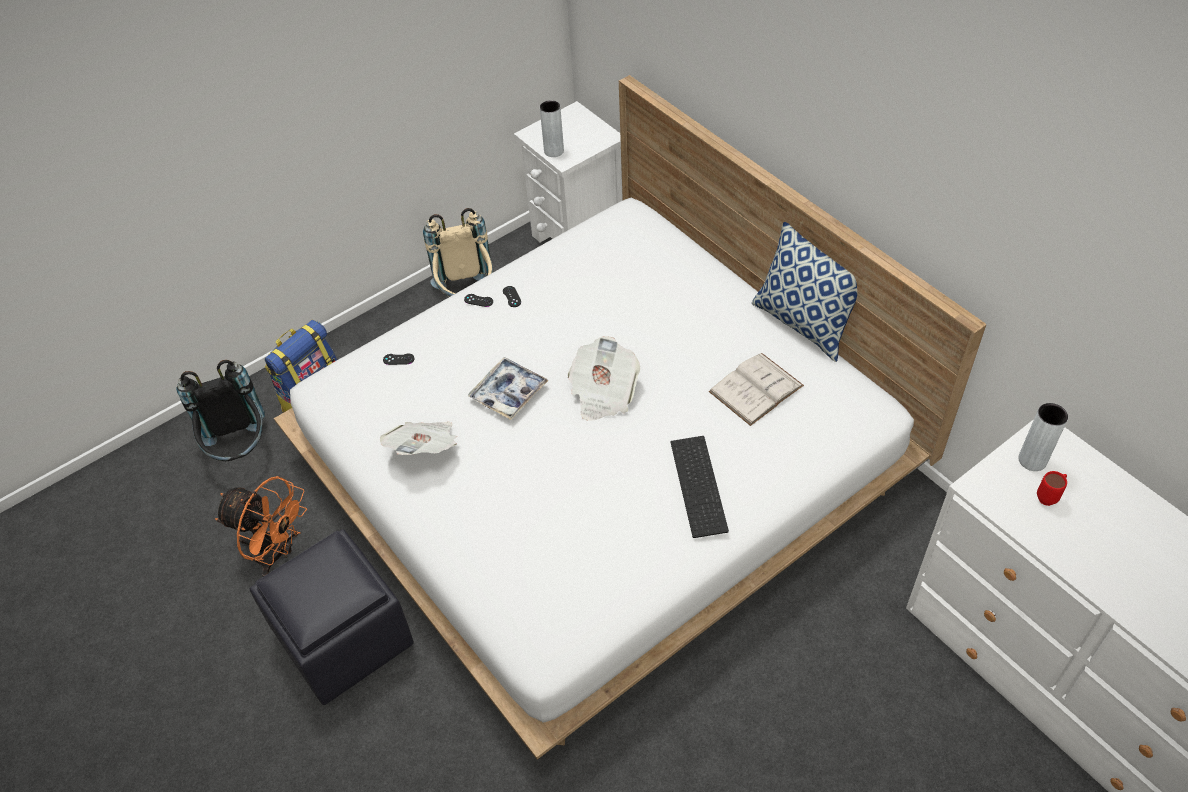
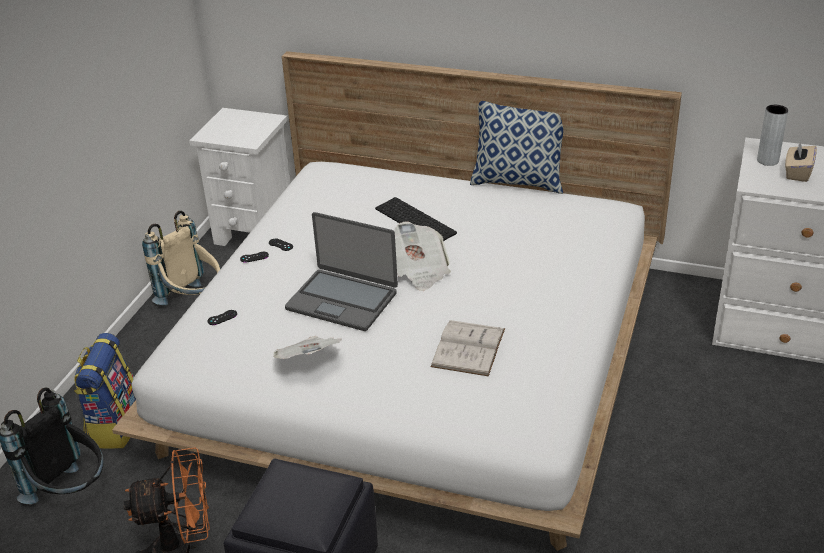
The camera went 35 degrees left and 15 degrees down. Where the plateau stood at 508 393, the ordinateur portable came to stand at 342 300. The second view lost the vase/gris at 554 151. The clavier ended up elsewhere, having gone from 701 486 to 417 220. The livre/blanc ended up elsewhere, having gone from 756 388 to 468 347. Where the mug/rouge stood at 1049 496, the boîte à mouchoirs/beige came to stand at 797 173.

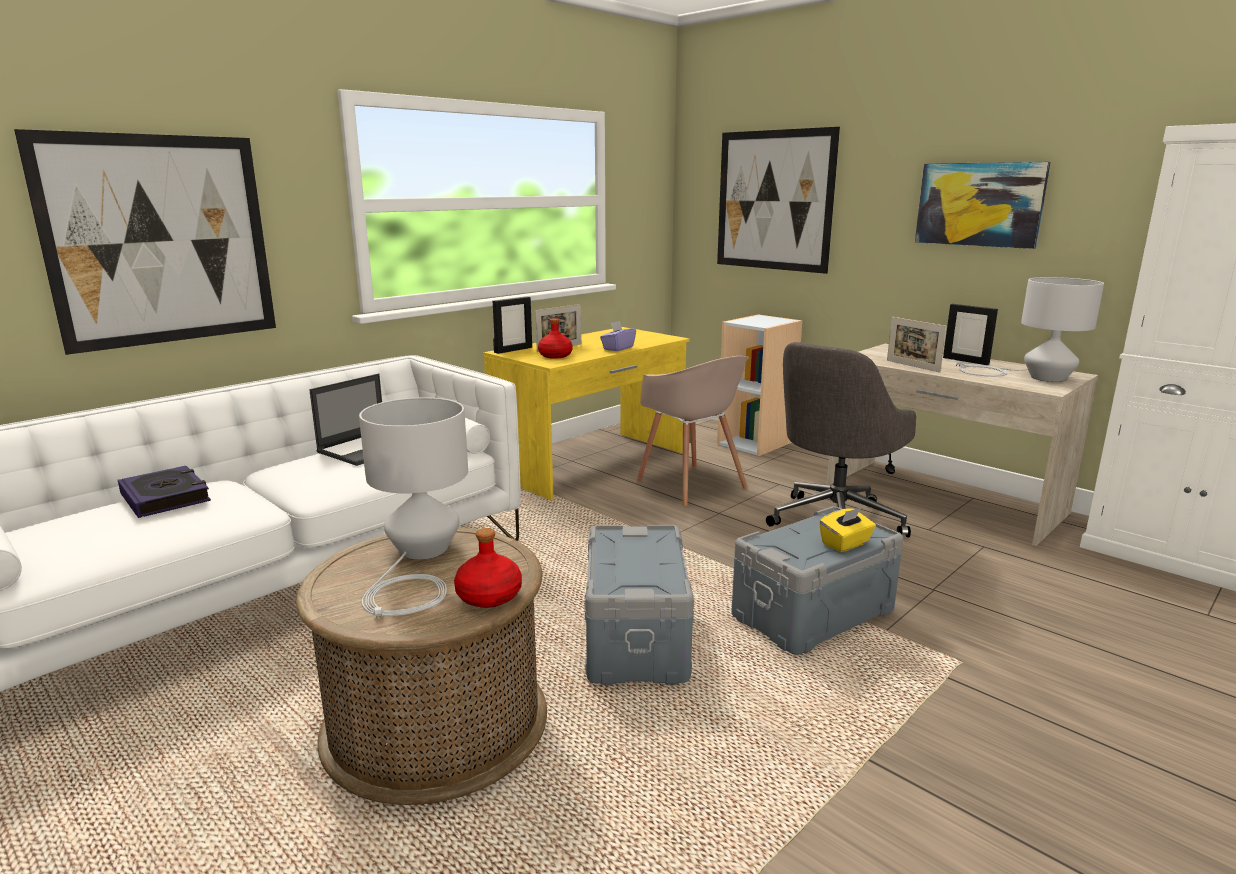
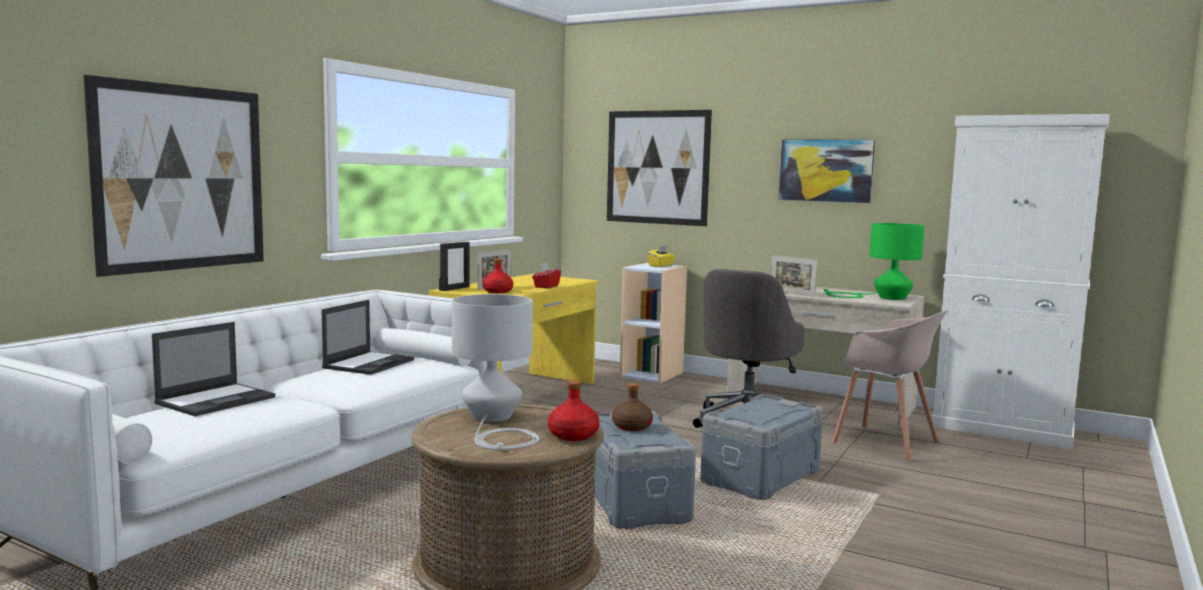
The camera went 15 degrees left and 10 degrees down. Where the livre stood at 165 497, the ordinateur portable came to stand at 217 400. What was the boîte à mouchoirs/violet at 618 348 turned into the boîte à mouchoirs/rouge at 546 286. The chaise/beige ended up elsewhere, having gone from 691 485 to 886 443. The boîte à mouchoirs/jaune ended up elsewhere, having gone from 846 543 to 661 266. The second view lost the cadre photo at 966 360. What was the lampe de table/gris at 1021 375 turned into the lampe de table/vert at 873 297. The second view gained the bouteille/marron at 631 427.

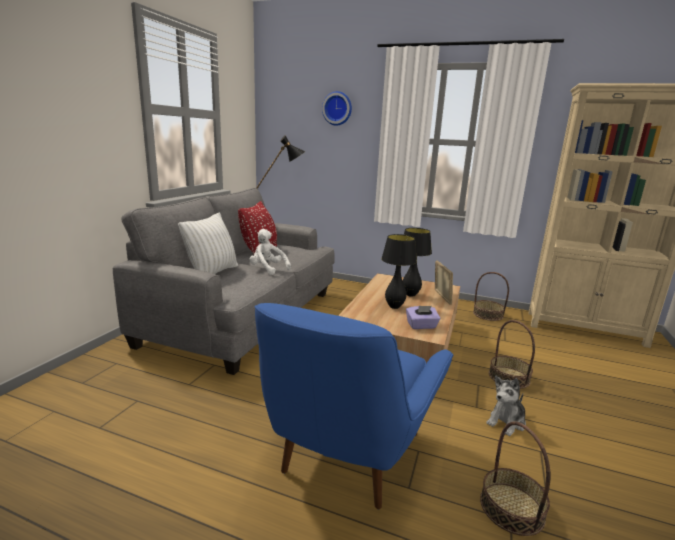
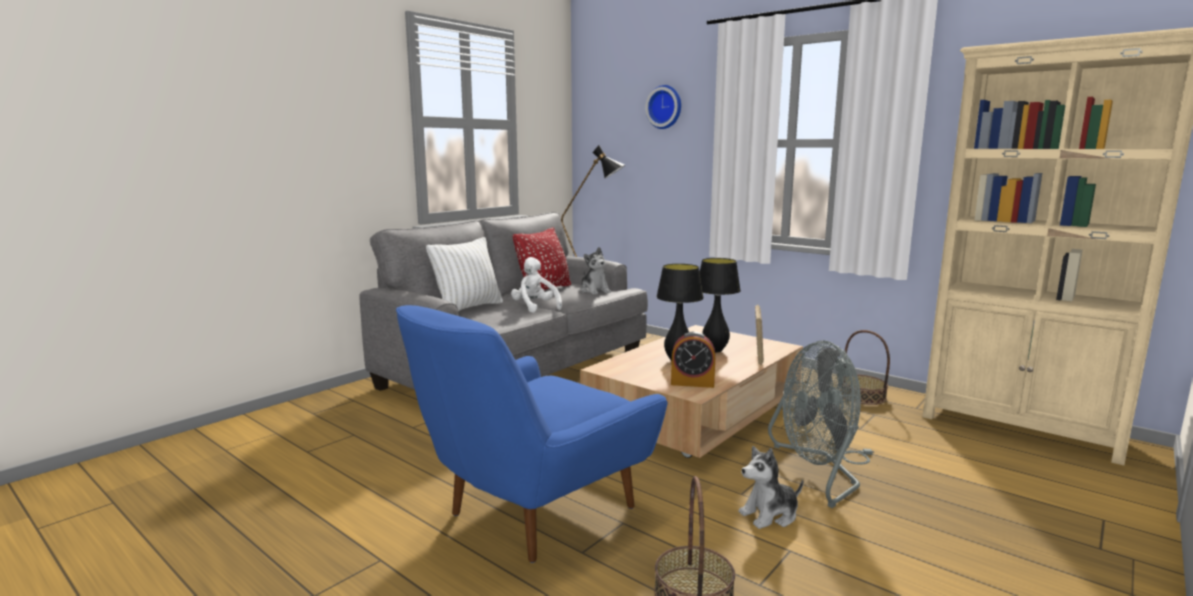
The camera went 20 degrees right and 5 degrees down. Where the boîte à mouchoirs/violet stood at 421 326, the réveil came to stand at 692 383. Where the panier stood at 509 377, the ventilateur/gris came to stand at 822 470. The second view gained the peluche at 594 291.

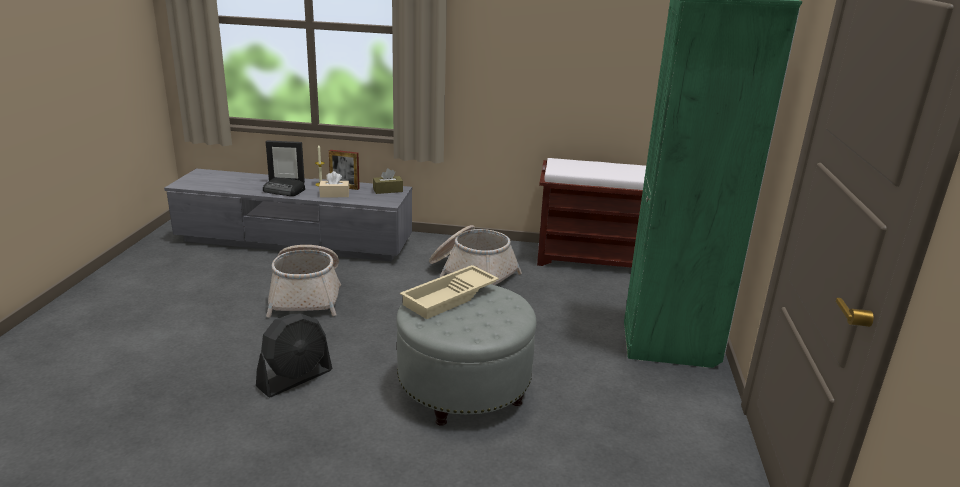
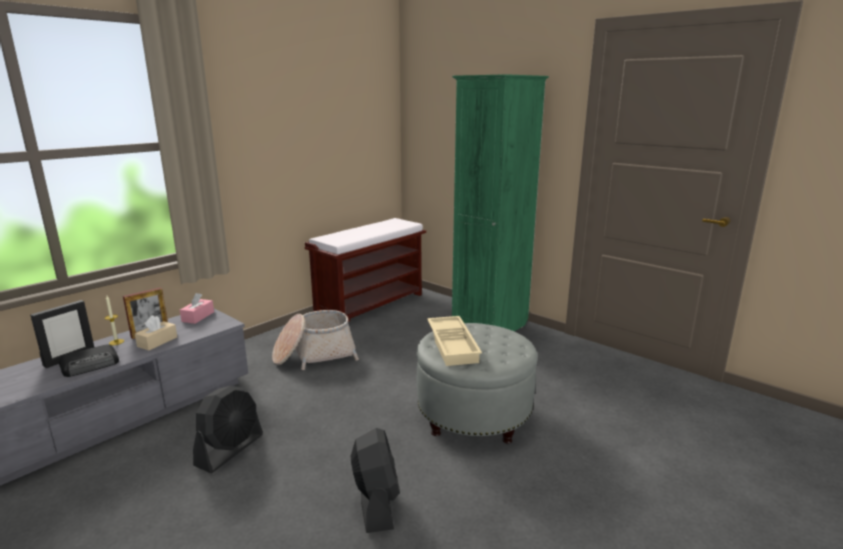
The camera went 55 degrees left and 5 degrees down. Where the panier stood at 307 295, the ventilateur/noir came to stand at 230 450. What was the boîte à mouchoirs/marron at 388 190 turned into the boîte à mouchoirs/rose at 198 317.

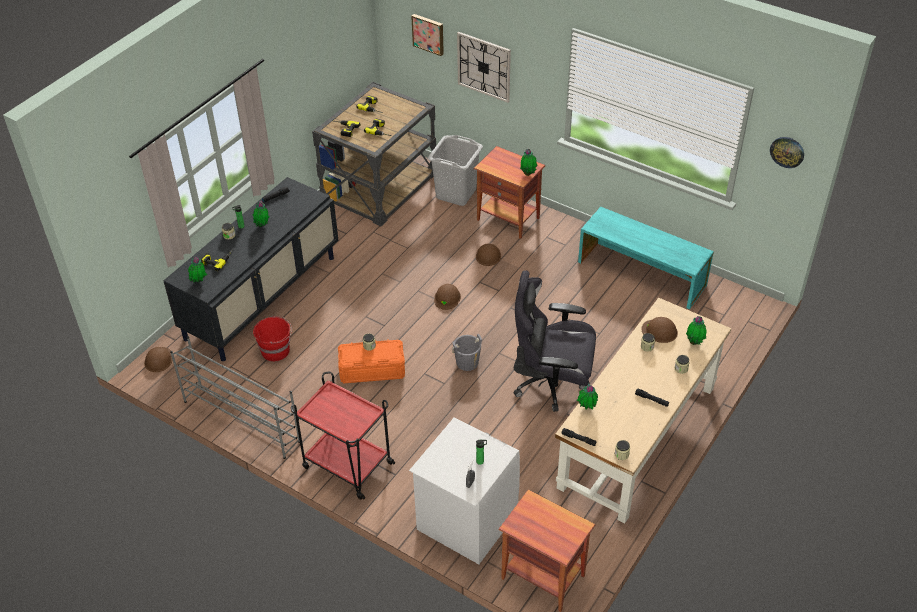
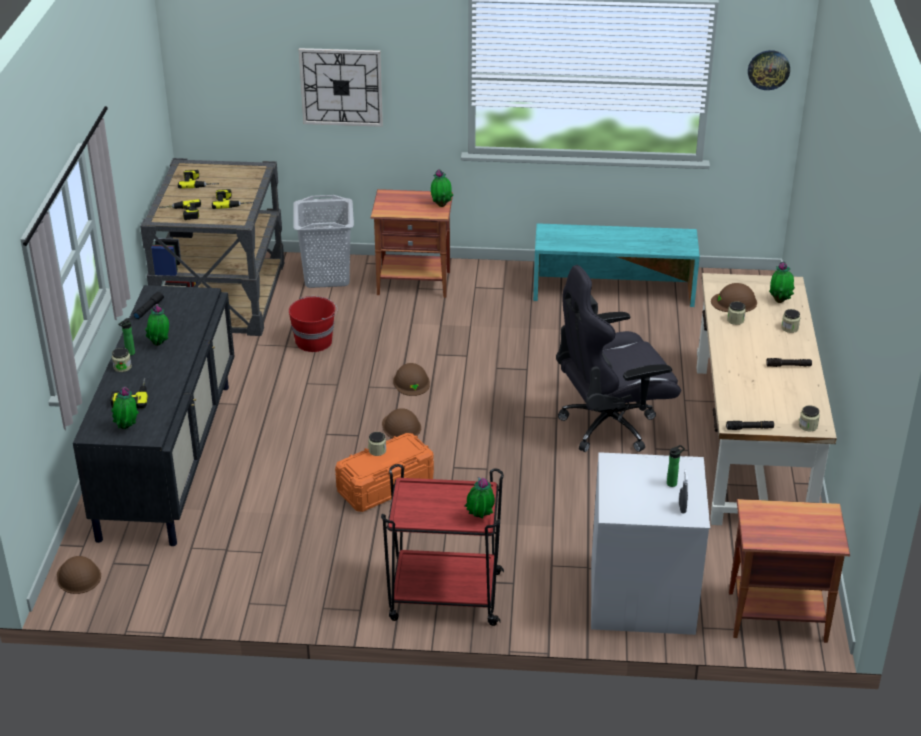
The camera went 30 degrees left and 10 degrees down. The second view lost the étagère à chaussures/gris at 241 421. The seau/rouge ended up elsewhere, having gone from 276 350 to 314 341. The second view lost the tableau at 428 34. The second view lost the seau/gris at 467 362. The casque de chantier/marron ended up elsewhere, having gone from 488 255 to 401 426. The plante en pot ended up elsewhere, having gone from 586 408 to 480 518.

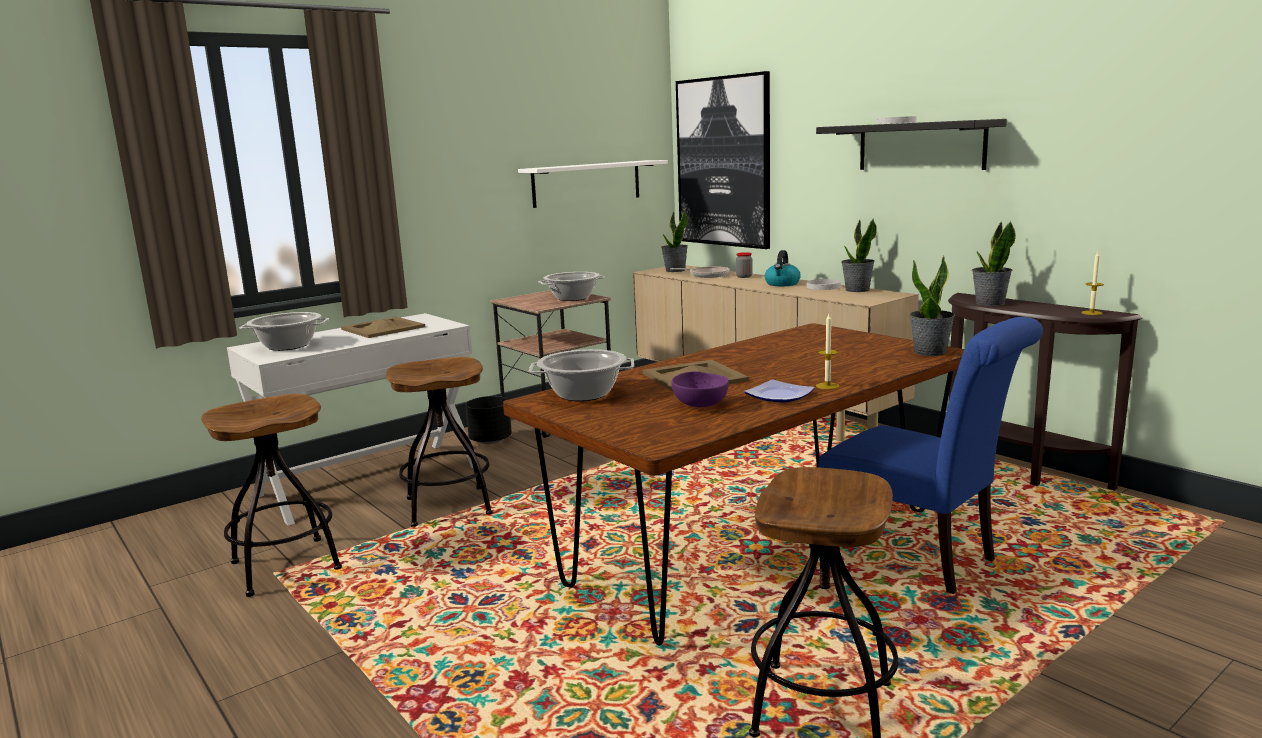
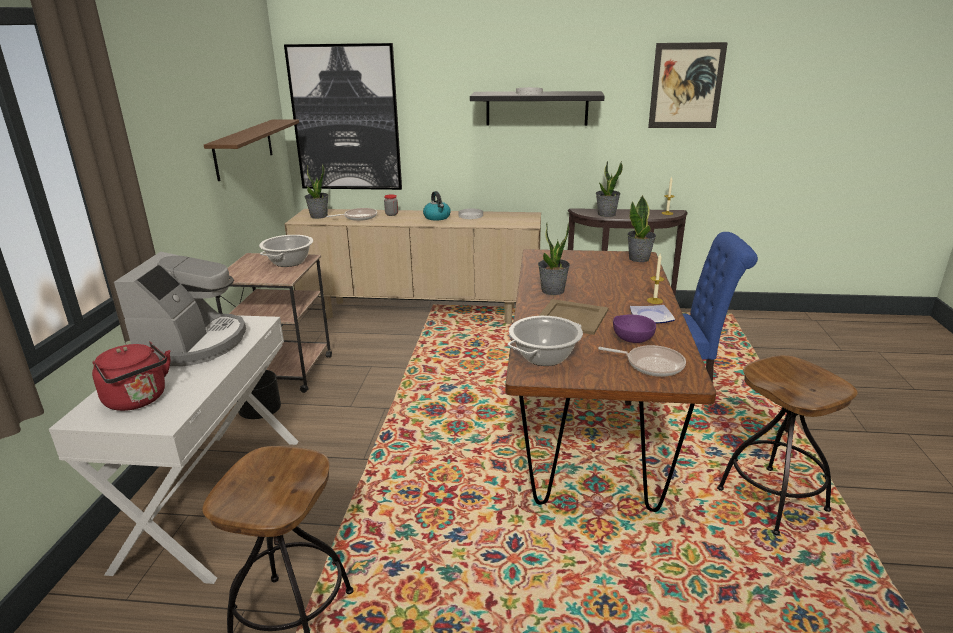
The camera went 45 degrees left and 10 degrees up. Where the marmite stood at 288 346, the bouilloire/rouge came to stand at 138 400. Where the plateau/beige stood at 383 328, the machine à café came to stand at 193 344. The second view lost the tabouret/marron at 449 506. What was the étagère/blanc at 587 183 turned into the étagère/marron at 244 149. The plante en pot ended up elsewhere, having gone from 857 290 to 553 291. The second view gained the poêle at 651 364. The second view gained the tableau at 686 86.

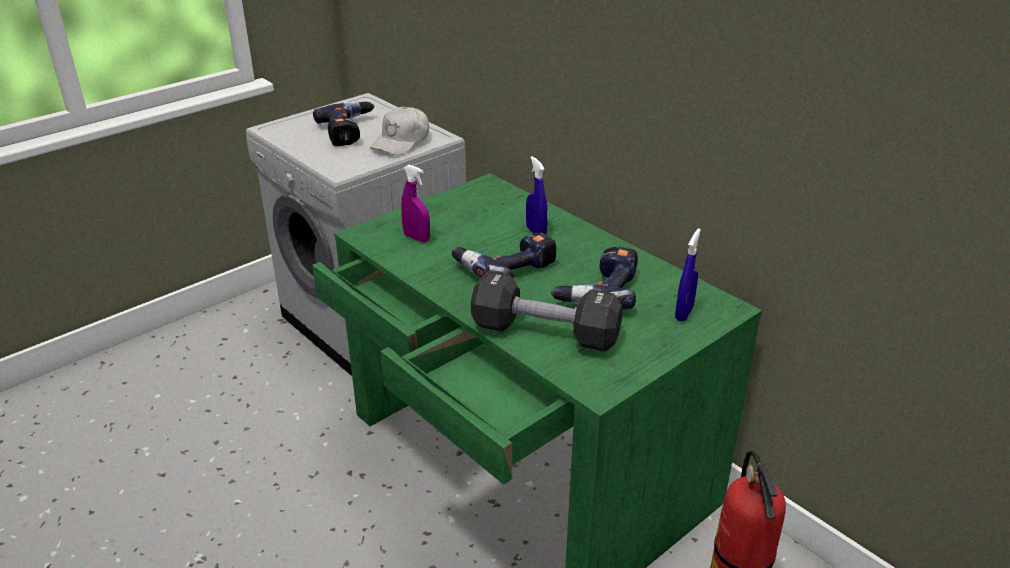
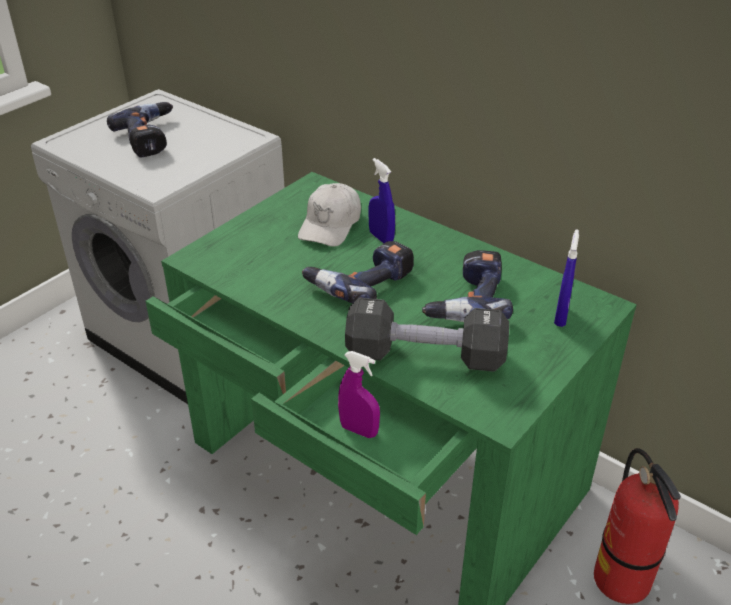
The camera went 10 degrees left and 5 degrees up. The casquette/blanc ended up elsewhere, having gone from 401 141 to 331 225. The vaporisateur/violet ended up elsewhere, having gone from 416 238 to 359 430.

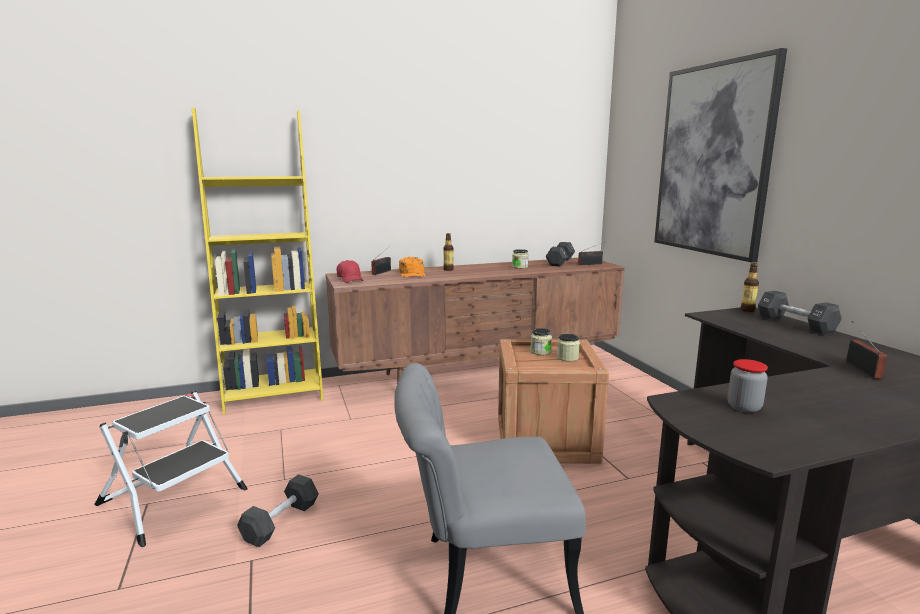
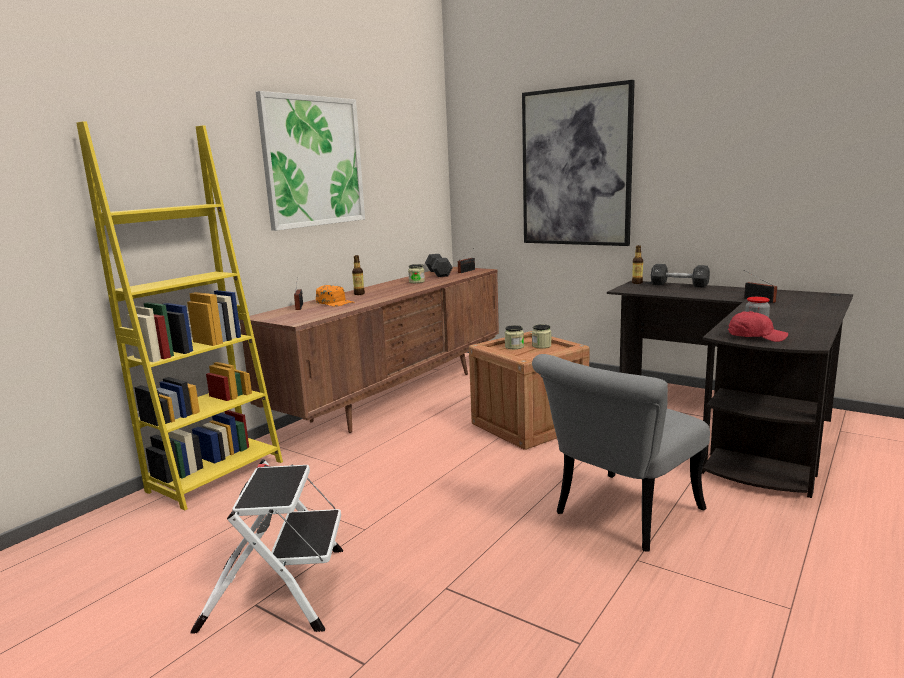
The camera went 35 degrees left and 0 degrees up. The second view lost the haltère/noir at 281 522. The casquette/rouge ended up elsewhere, having gone from 350 279 to 755 337. The second view gained the tableau at 313 161.

